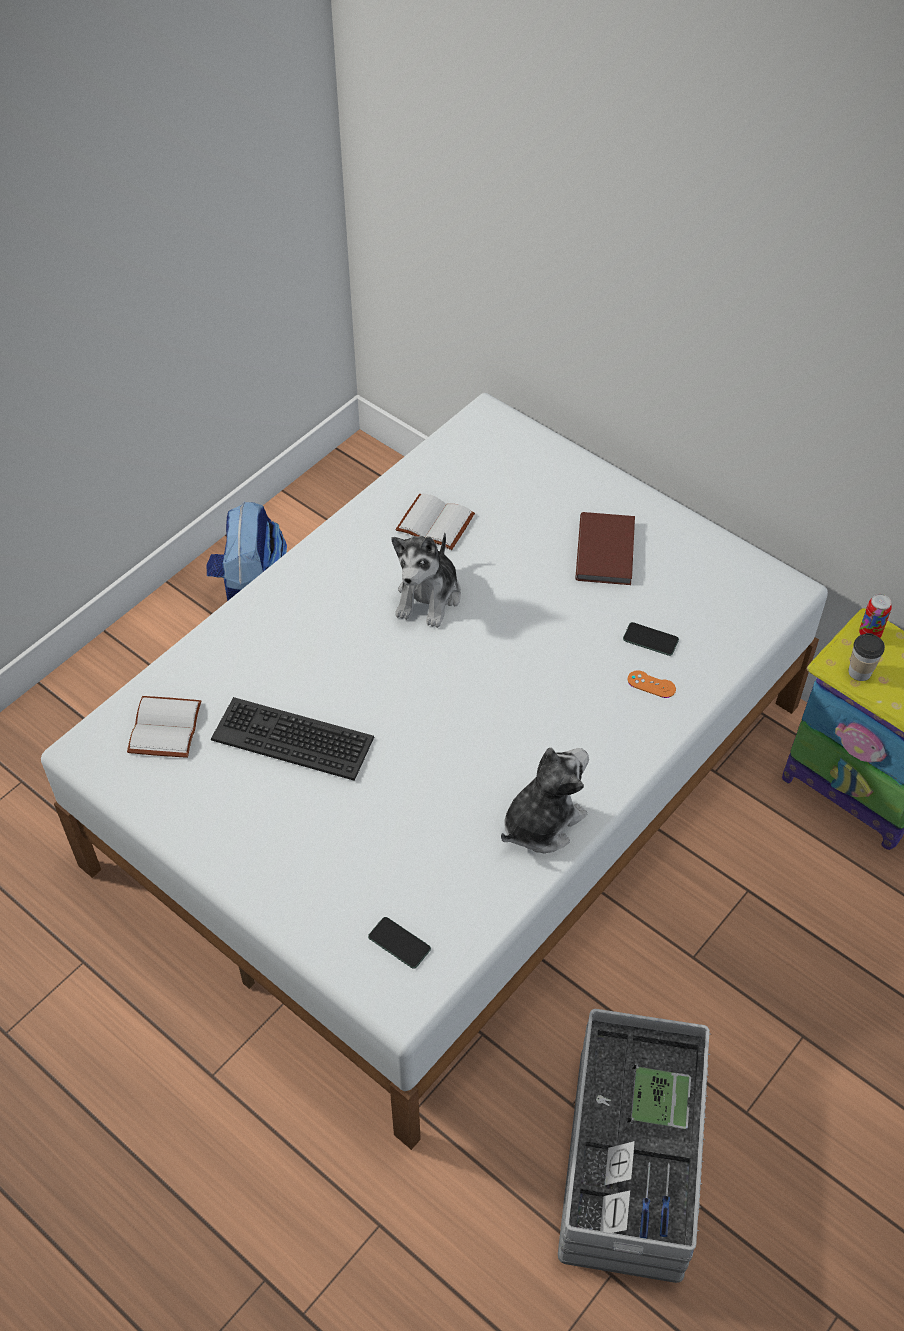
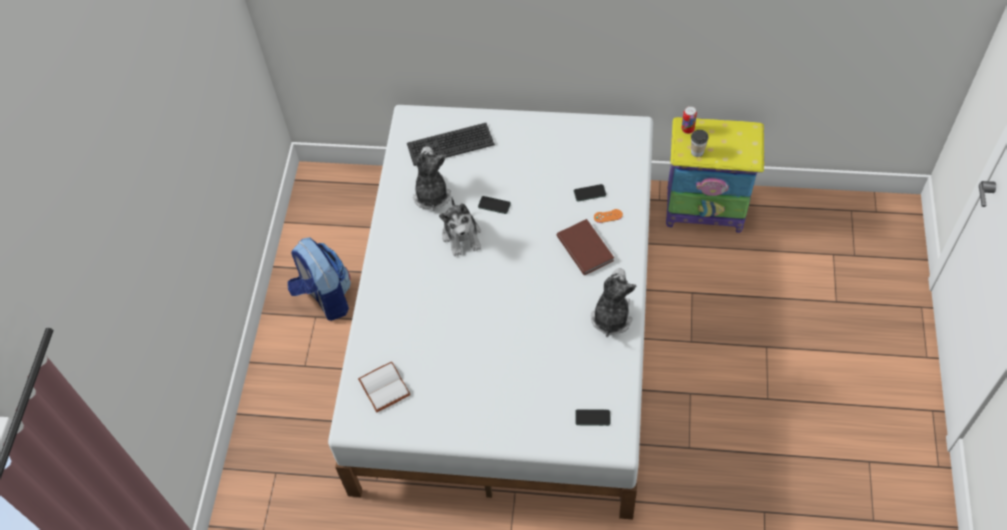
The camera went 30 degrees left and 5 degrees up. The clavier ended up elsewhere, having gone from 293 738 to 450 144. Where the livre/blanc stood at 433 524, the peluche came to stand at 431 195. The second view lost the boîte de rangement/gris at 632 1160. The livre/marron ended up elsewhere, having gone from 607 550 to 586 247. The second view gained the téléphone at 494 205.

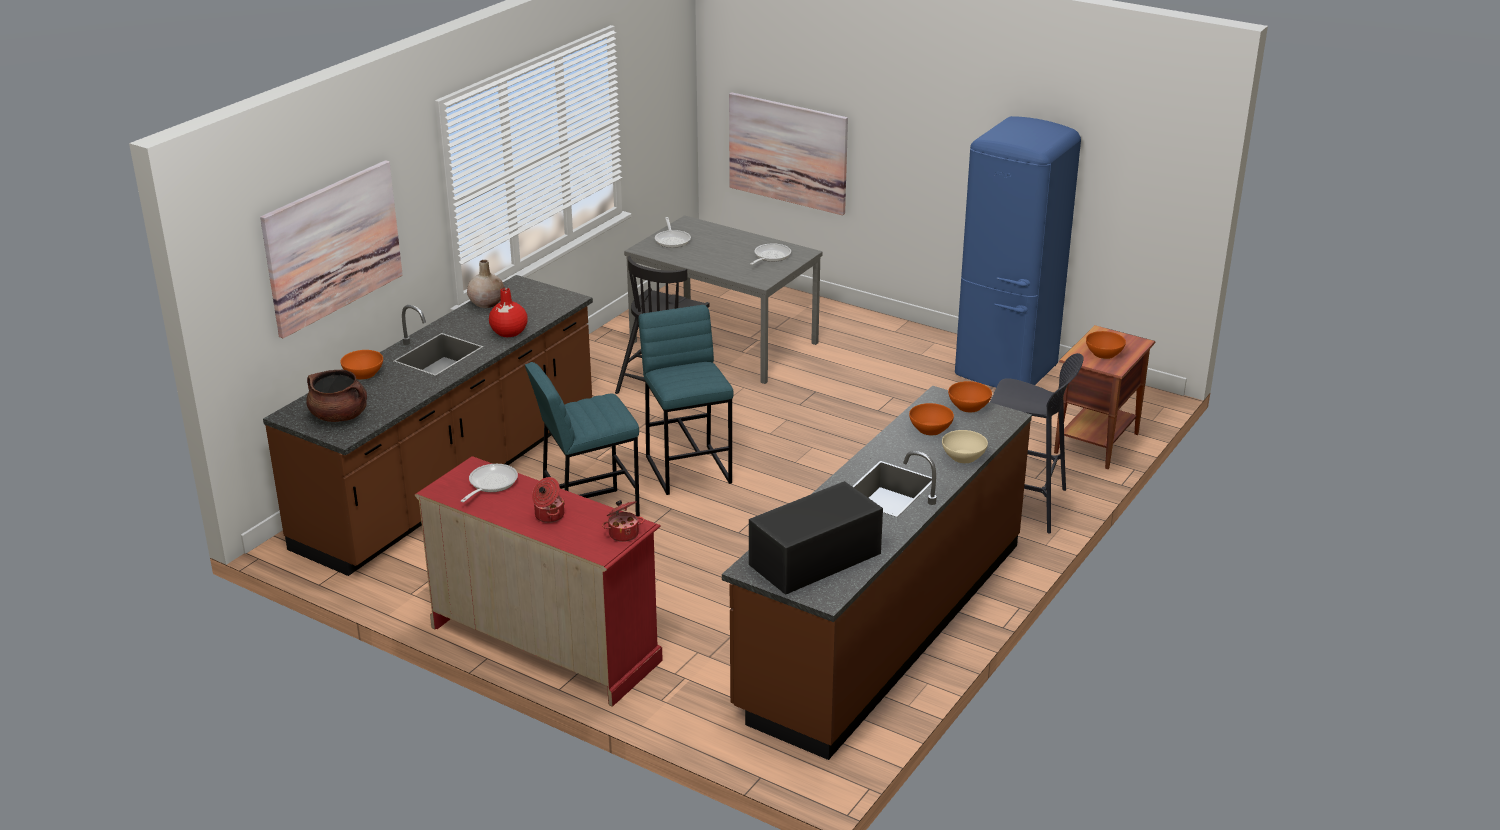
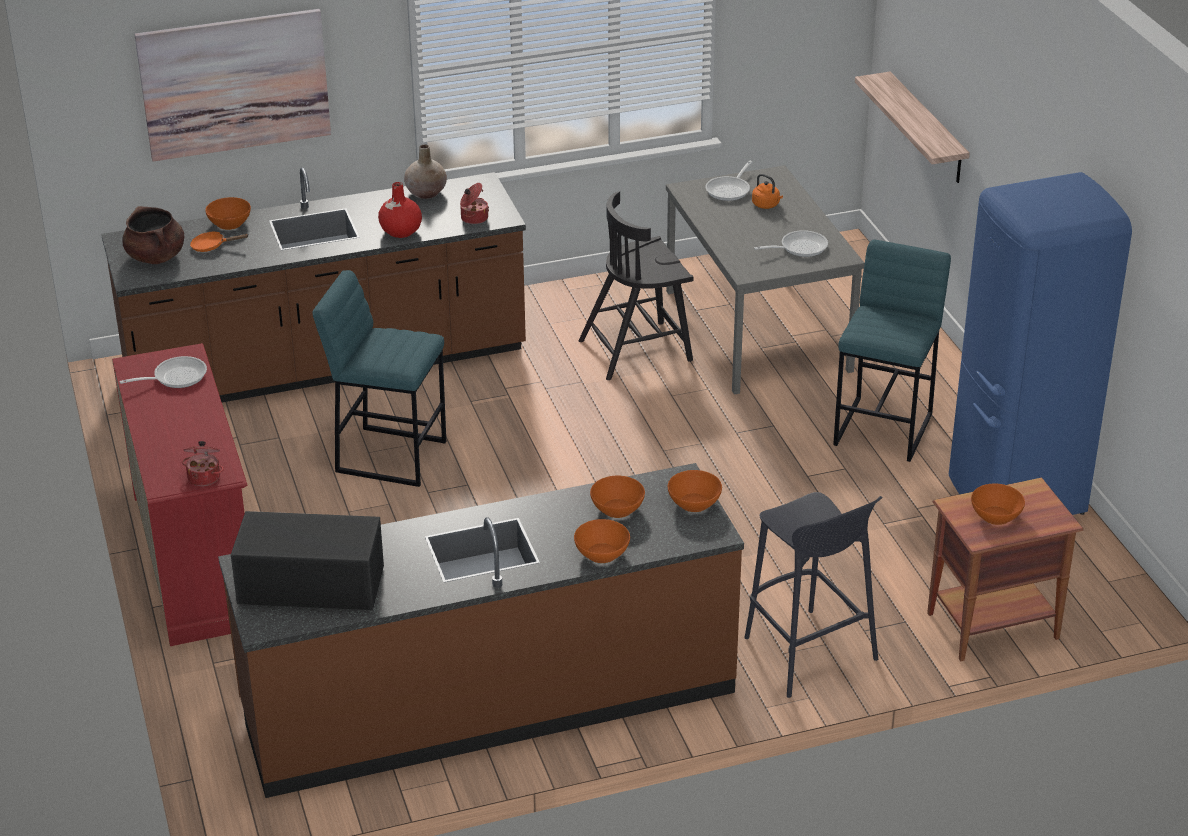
The camera went 40 degrees right and 5 degrees up. The marmite ended up elsewhere, having gone from 548 515 to 473 218. The tabouret/turquoise ended up elsewhere, having gone from 687 468 to 884 427. Where the tableau hung at 788 152, the étagère came to hang at 927 129. What was the bol/beige at 963 456 turned into the bol/orange at 602 553. The second view gained the poêle/orange at 212 246. The second view gained the bouilloire/orange at 766 205.

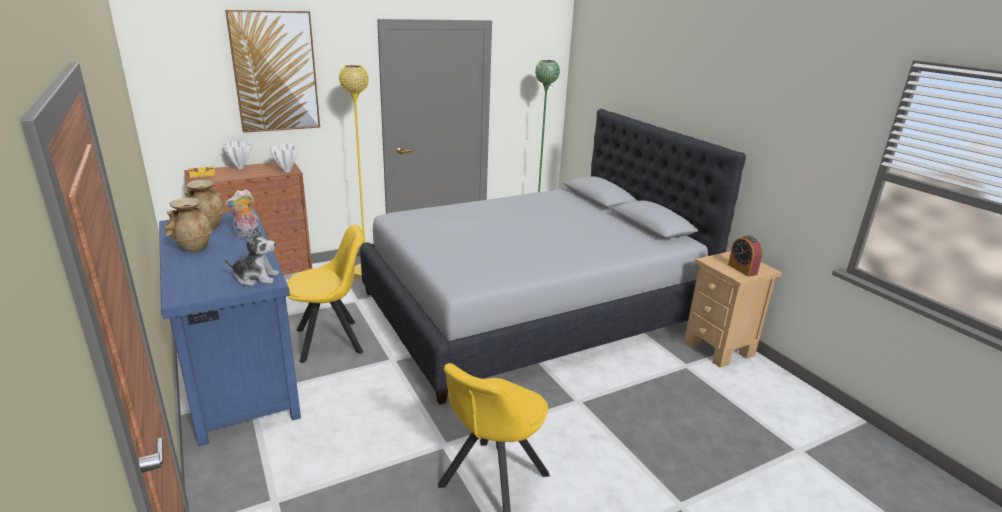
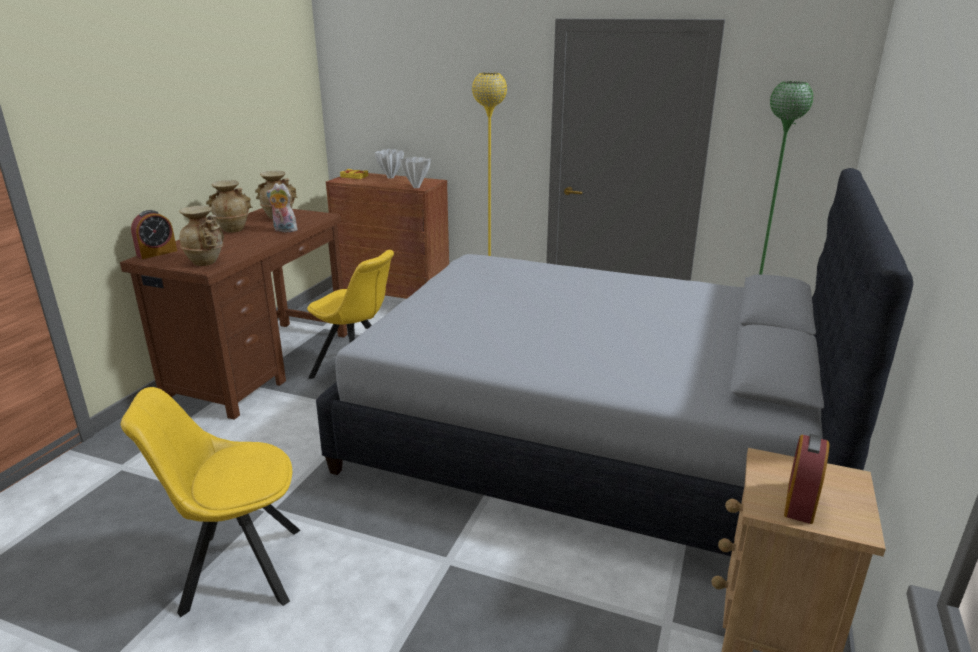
The camera went 50 degrees right and 0 degrees up. What was the bureau/bleu at 238 374 turned into the bureau/marron at 261 364. Where the peluche stood at 256 278, the vase/beige came to stand at 206 262. The second view lost the tableau at 275 72. The second view gained the réveil at 157 253.

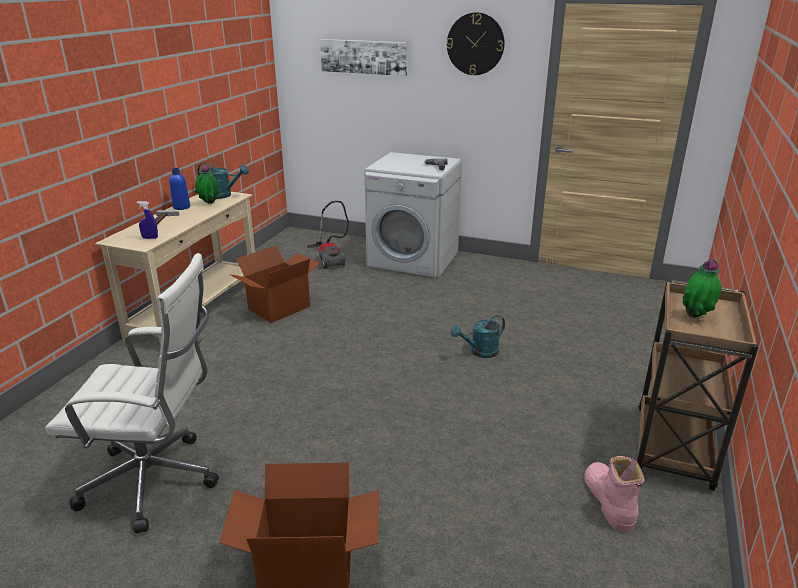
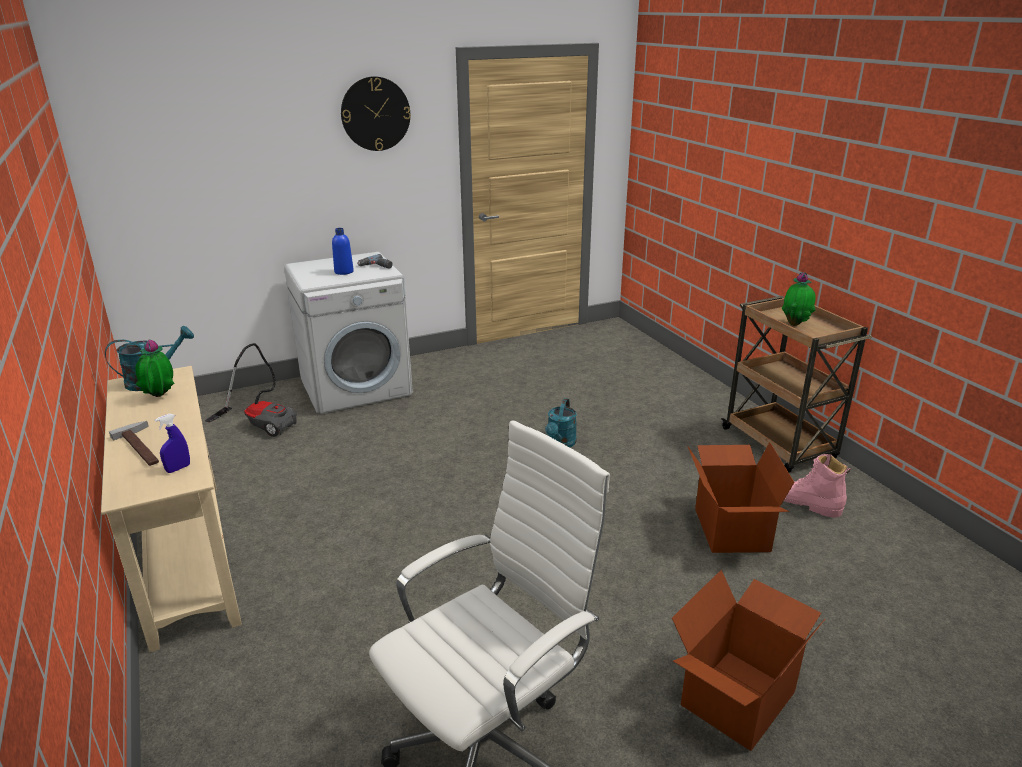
The camera went 45 degrees left and 0 degrees up. The bouteille/bleu ended up elsewhere, having gone from 181 207 to 344 272. The carton ended up elsewhere, having gone from 278 307 to 729 529. The second view lost the tableau at 364 57.

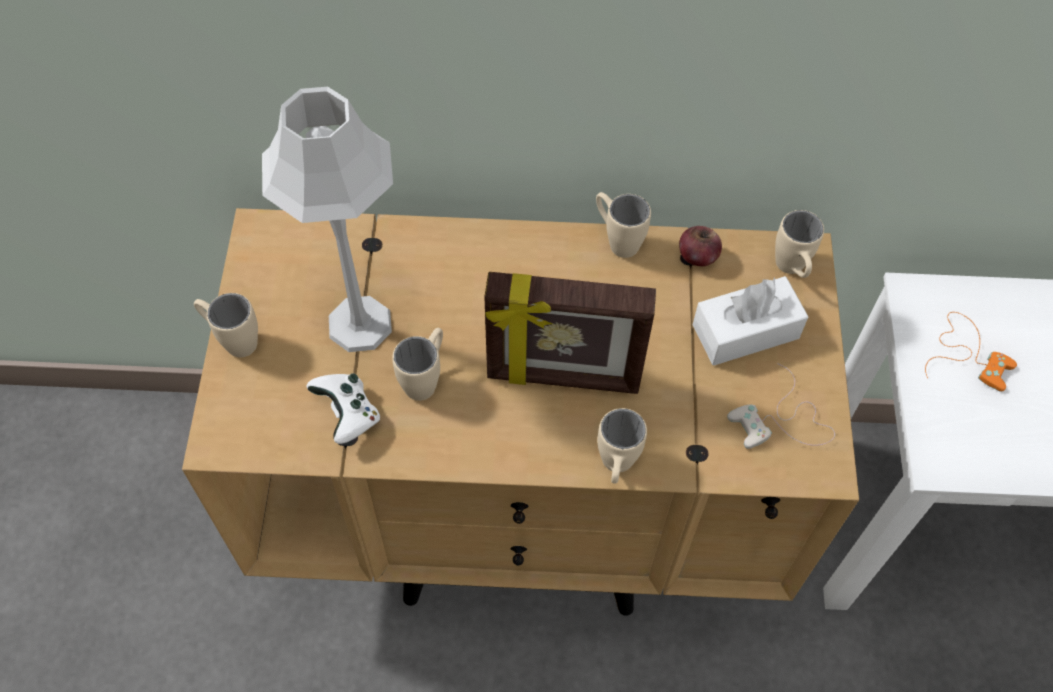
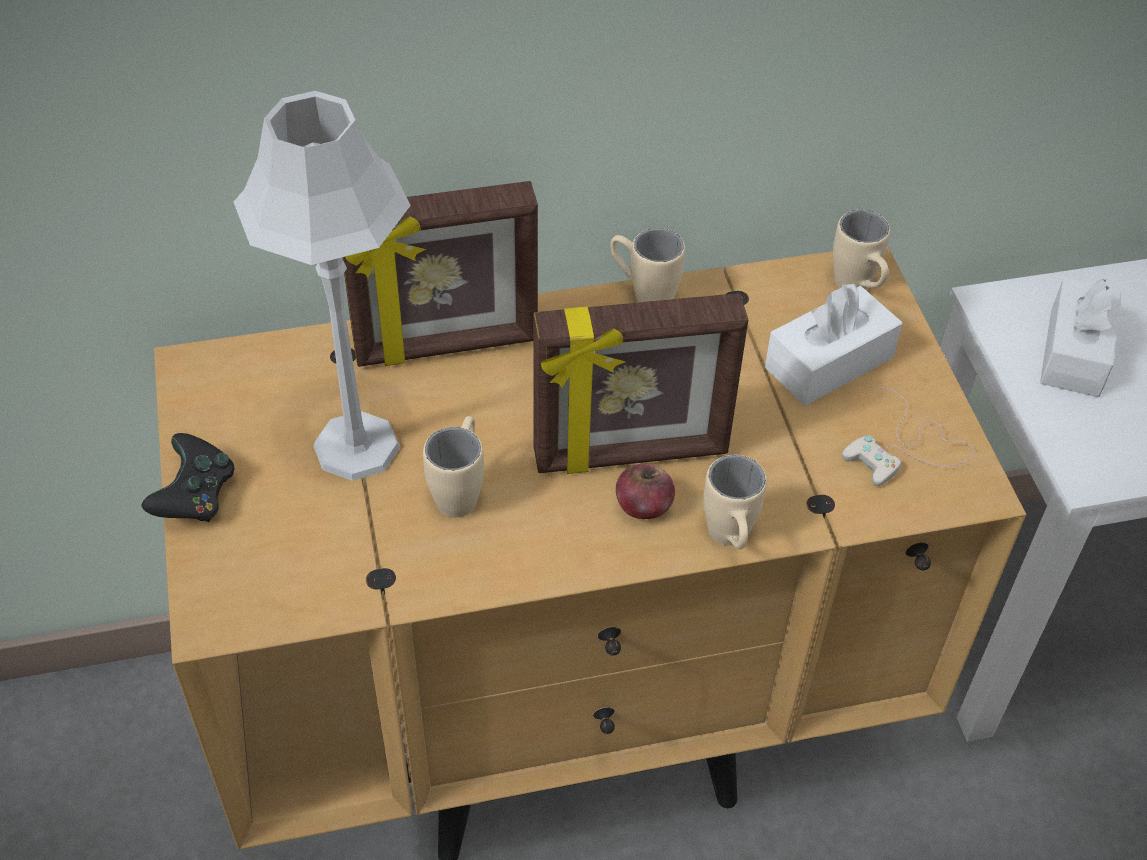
The camera went 15 degrees left and 10 degrees down. Where the mug/beige stood at 232 340, the manette/noir came to stand at 195 497. The second view lost the manette/blanc at 348 415. The pomme ended up elsewhere, having gone from 697 256 to 643 507. Where the manette/orange stood at 967 353, the boîte à mouchoirs/blanc came to stand at 1074 353. The second view gained the cadre photo at 446 346.

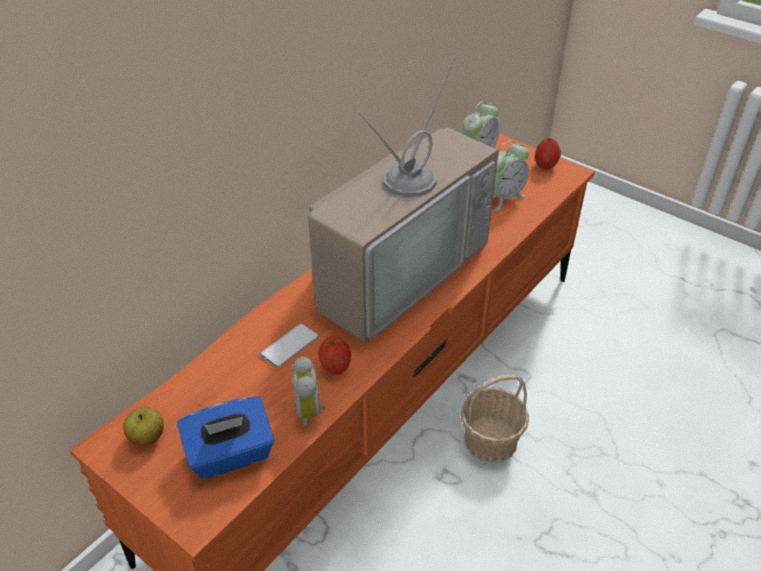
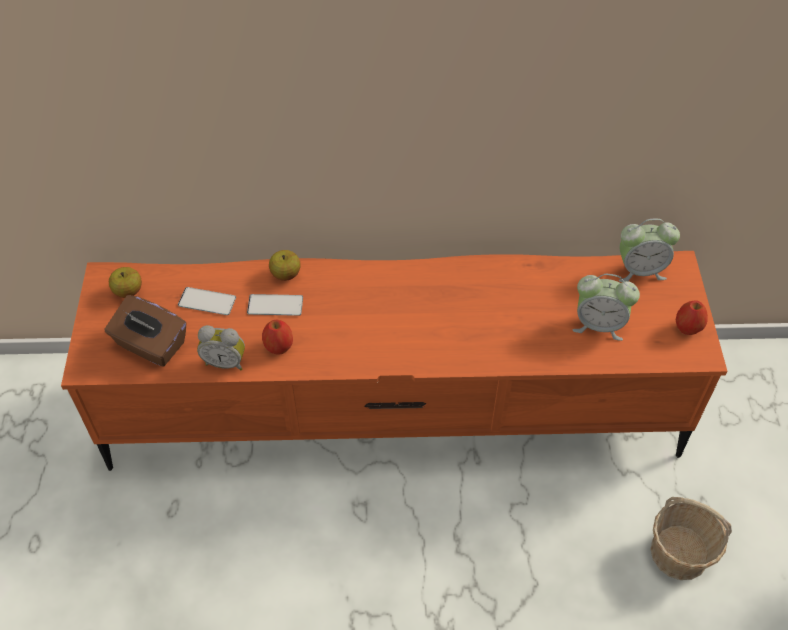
The camera went 50 degrees right and 10 degrees up. What was the boîte à mouchoirs/bleu at 231 454 turned into the boîte à mouchoirs/marron at 151 345. The réveil at 311 411 ended up facing another way, 120 degrees counterclockwise from before. The second view lost the téléviseur at 396 269. The panier ended up elsewhere, having gone from 491 440 to 679 553. The second view gained the téléphone at 207 301. The second view gained the pomme at 286 274.

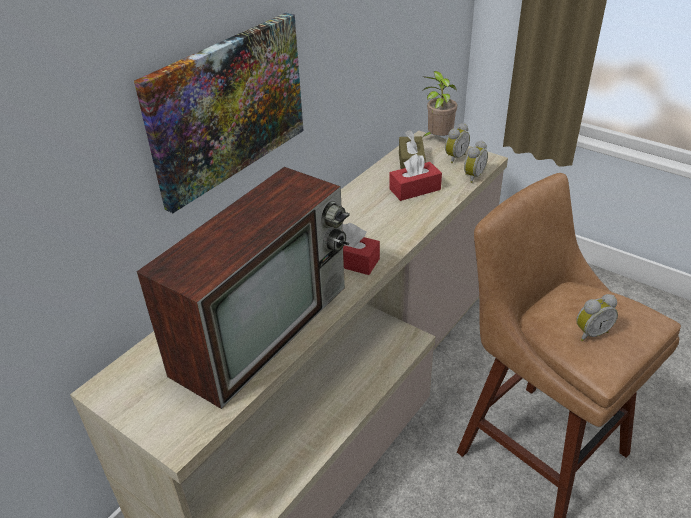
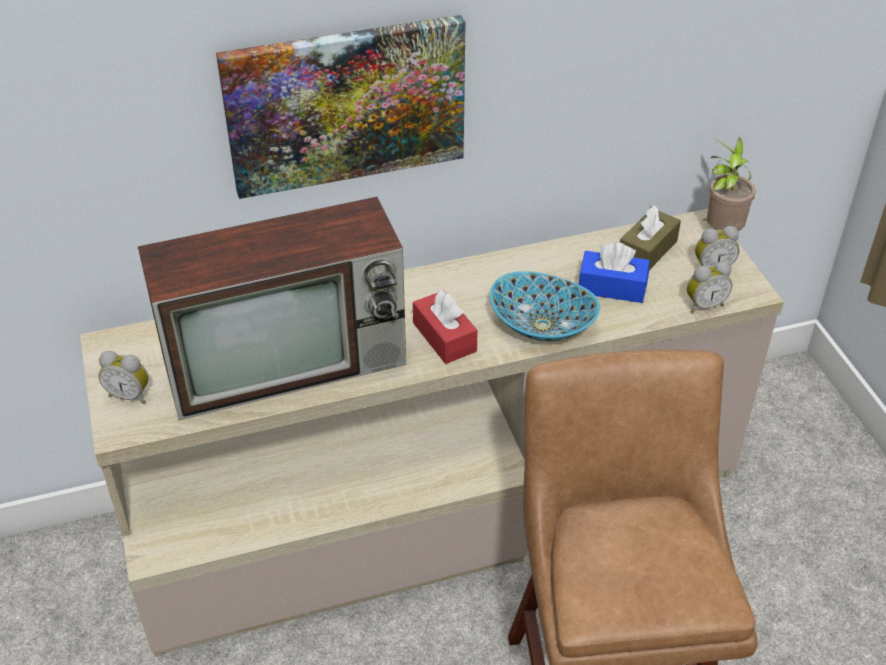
The camera went 35 degrees right and 5 degrees up. What was the boîte à mouchoirs/rouge at 415 189 turned into the boîte à mouchoirs/bleu at 612 287. The réveil ended up elsewhere, having gone from 590 333 to 130 395. The second view gained the bol at 542 325.

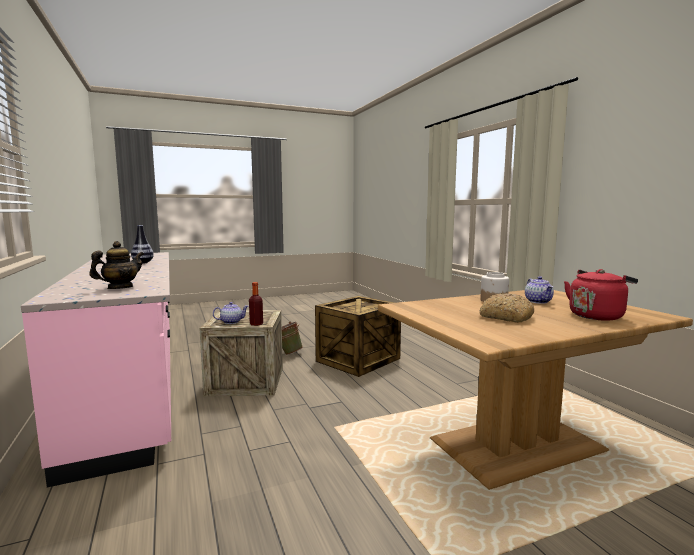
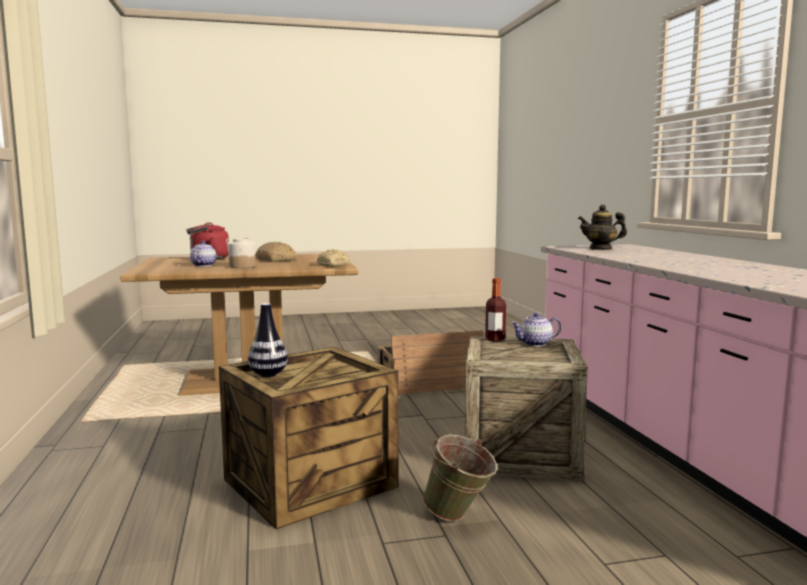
The camera went 170 degrees left and 0 degrees up. The théière at 120 288 ended up facing another way, 45 degrees clockwise from before. The vase ended up elsewhere, having gone from 142 263 to 268 374. The second view gained the pain at 334 265. The second view gained the caisse at 430 381.

